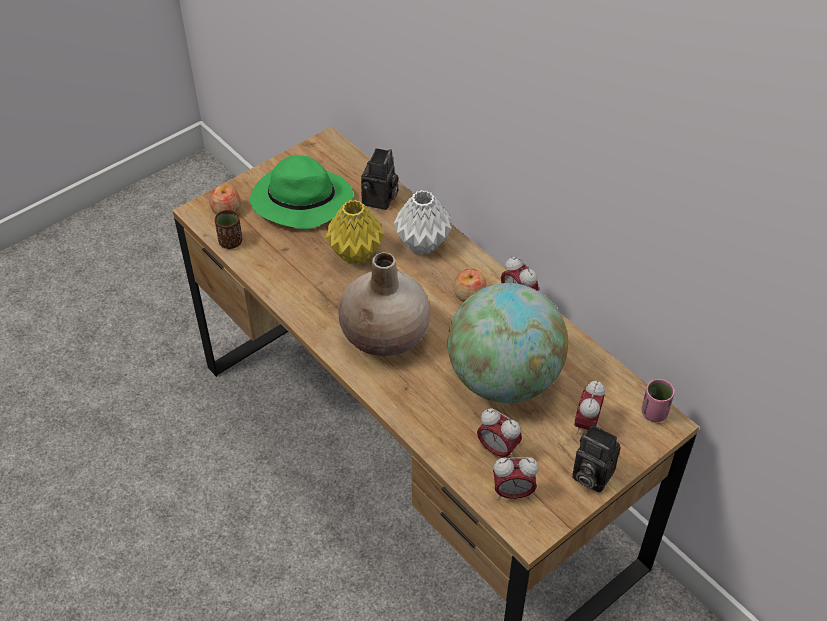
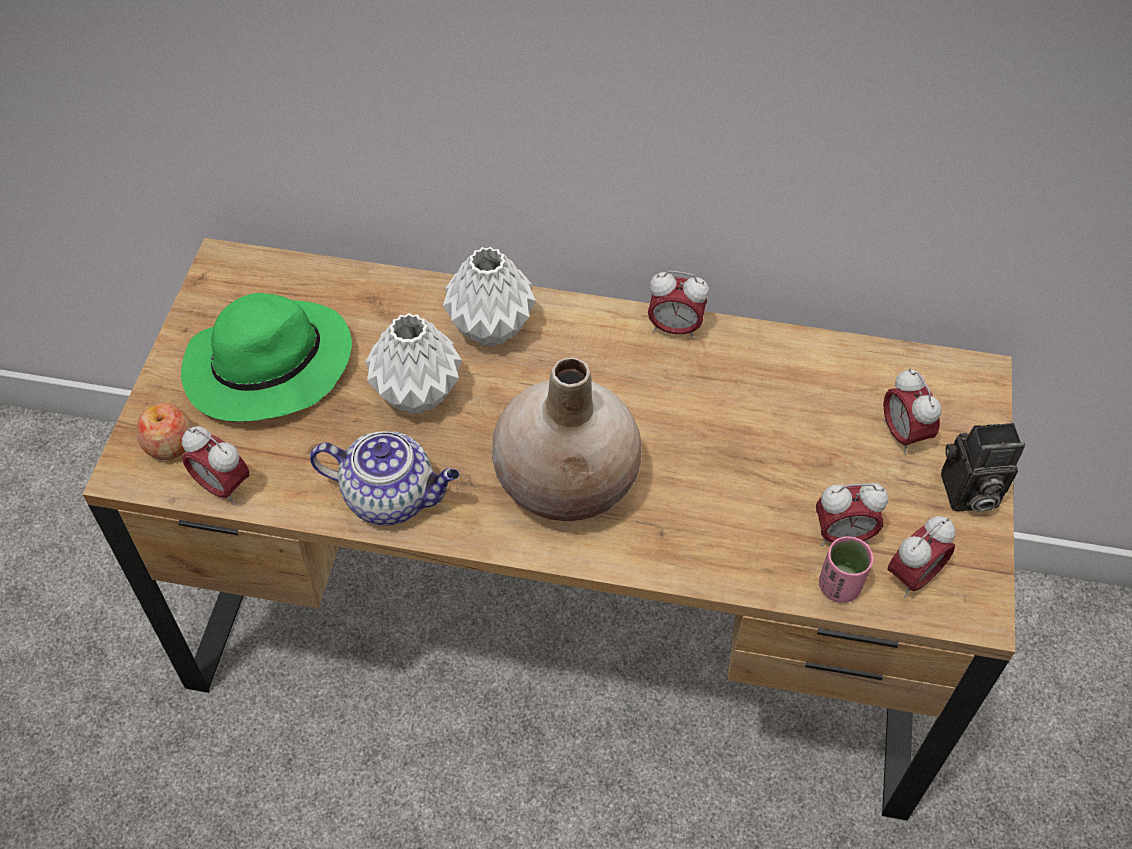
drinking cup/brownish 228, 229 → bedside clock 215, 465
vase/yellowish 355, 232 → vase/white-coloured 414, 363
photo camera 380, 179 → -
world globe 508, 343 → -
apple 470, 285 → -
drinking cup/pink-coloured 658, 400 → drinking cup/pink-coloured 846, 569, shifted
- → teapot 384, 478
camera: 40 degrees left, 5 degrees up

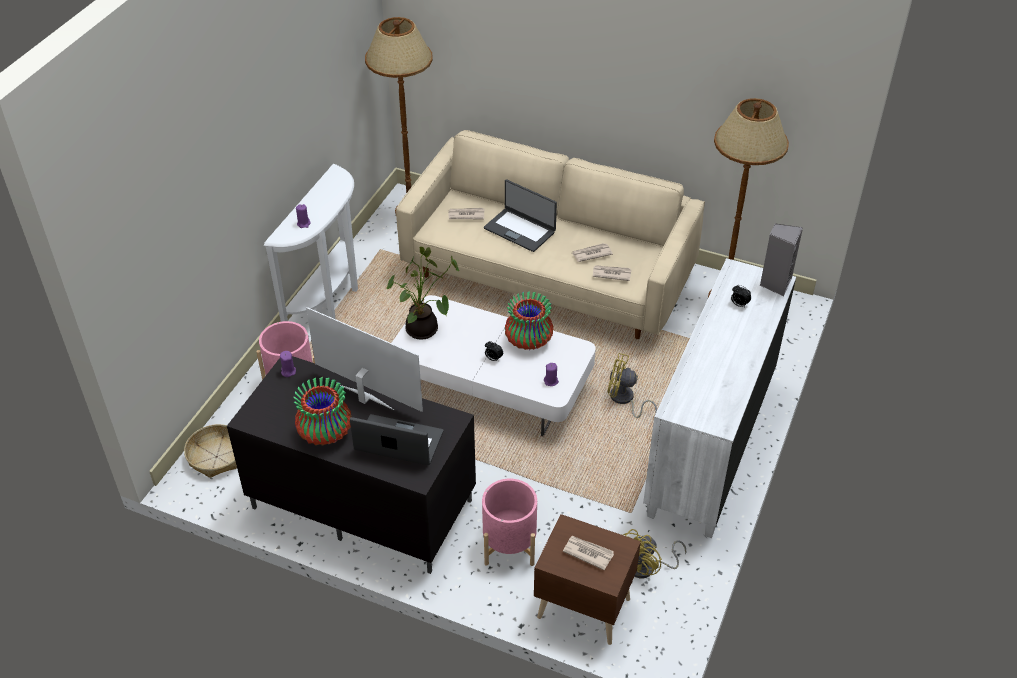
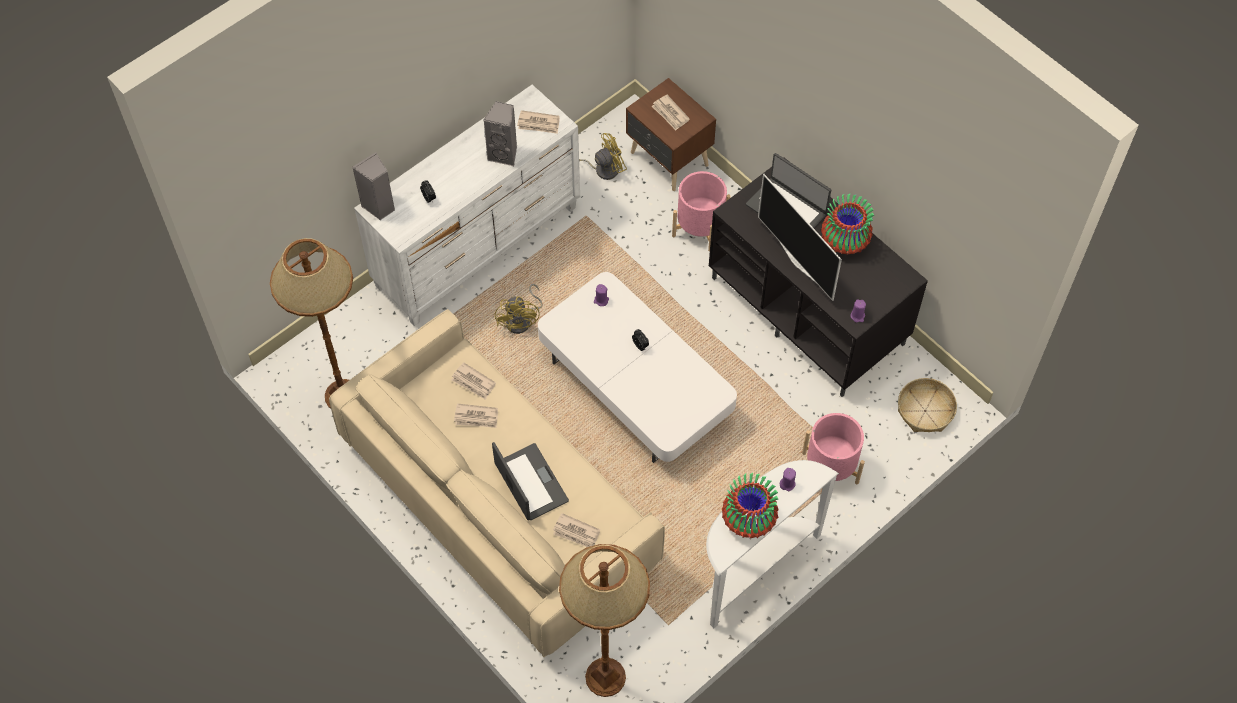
potted plant 423, 293 → -
vase 529, 320 → vase 750, 506, shifted
electric fan/yellowish 632, 385 → electric fan/yellowish 518, 309, 45 degrees clockwise
- → speaker/gray 500, 133
- → daily paper 538, 122
camera: 155 degrees left, 15 degrees up

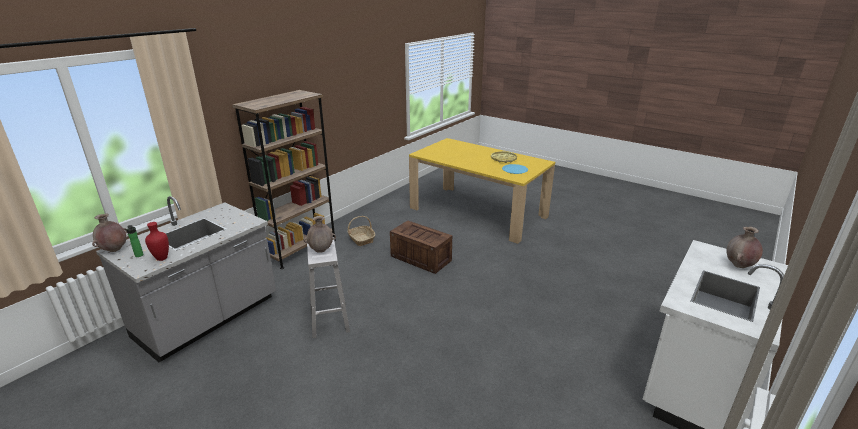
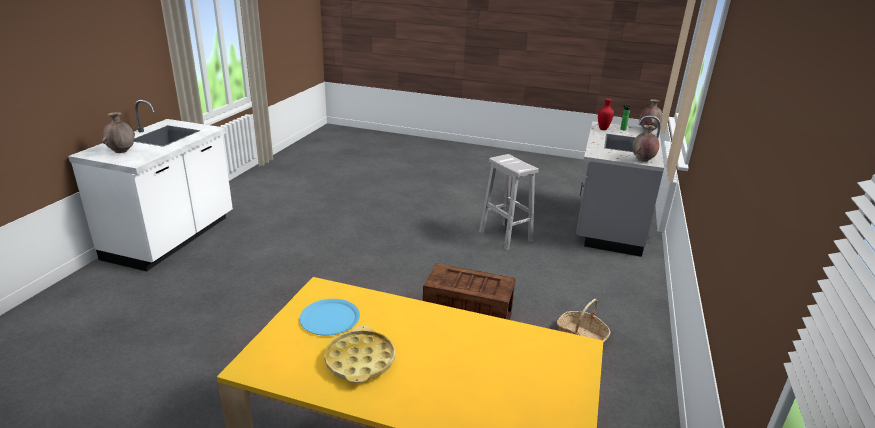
bookshelf/brownish 284, 179 → -
vase/brownish 320, 234 → vase/brownish 646, 143, shifted
camera: 160 degrees right, 0 degrees up

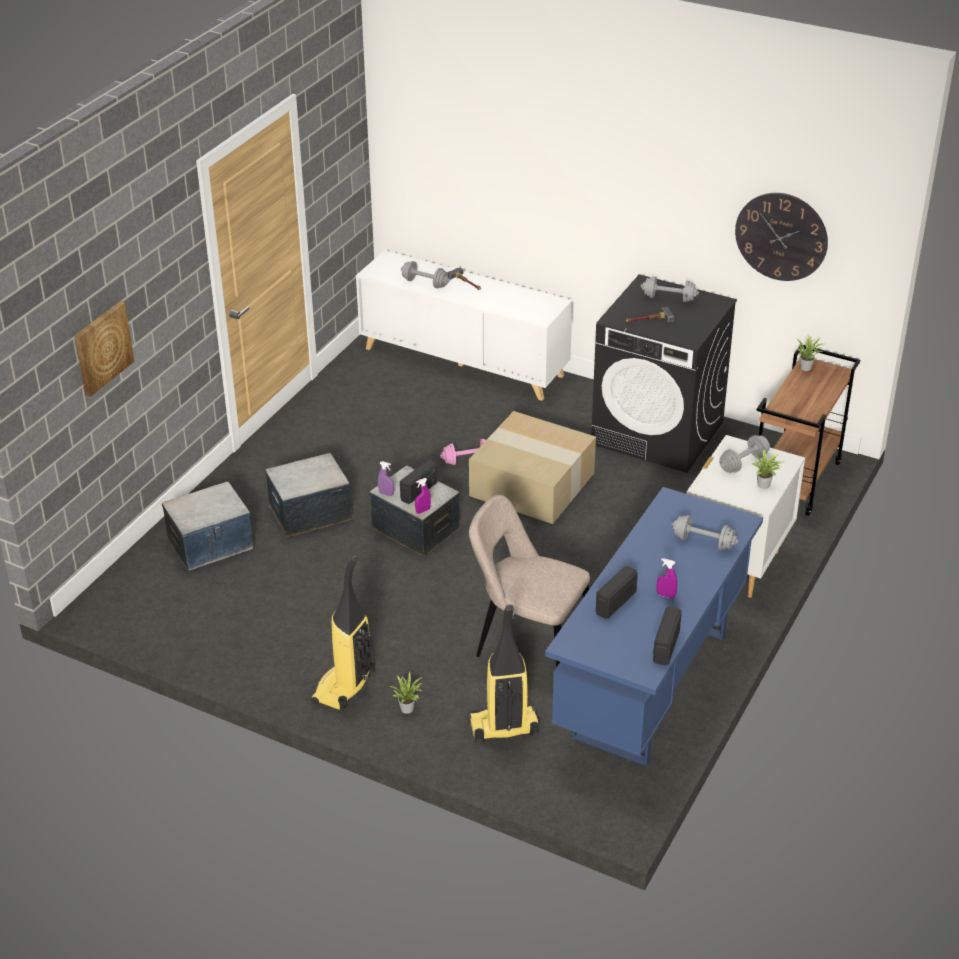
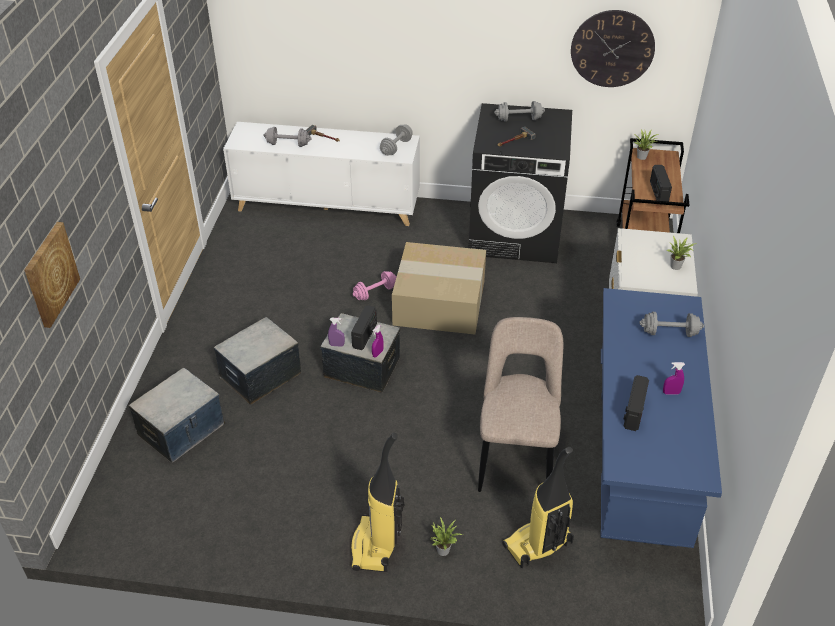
plain chair/beige-coloured 529, 581 → plain chair/beige-coloured 521, 404, 90 degrees clockwise
radio receiver 667, 636 → radio receiver 661, 183, shifted
free weight/gray 744, 454 → free weight/gray 396, 140, shifted
camera: 20 degrees left, 5 degrees up

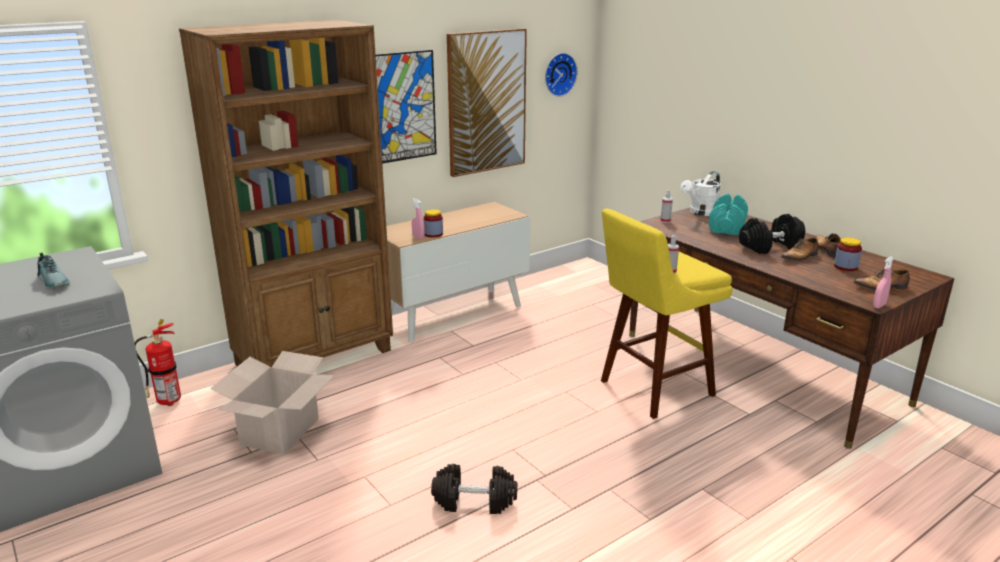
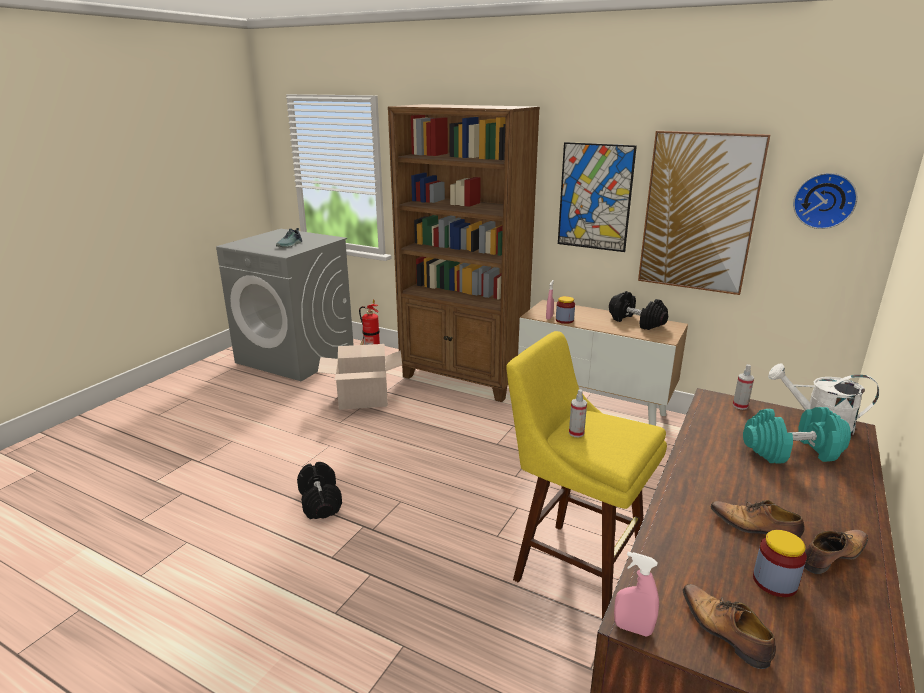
free weight/black-coloured 772, 234 → free weight/black-coloured 638, 310, shifted
camera: 65 degrees right, 0 degrees up

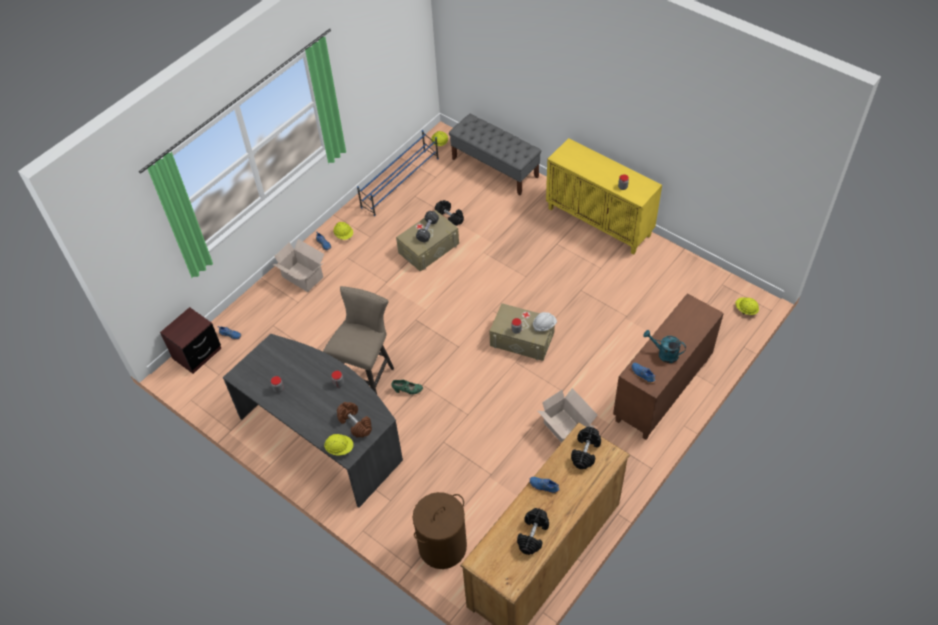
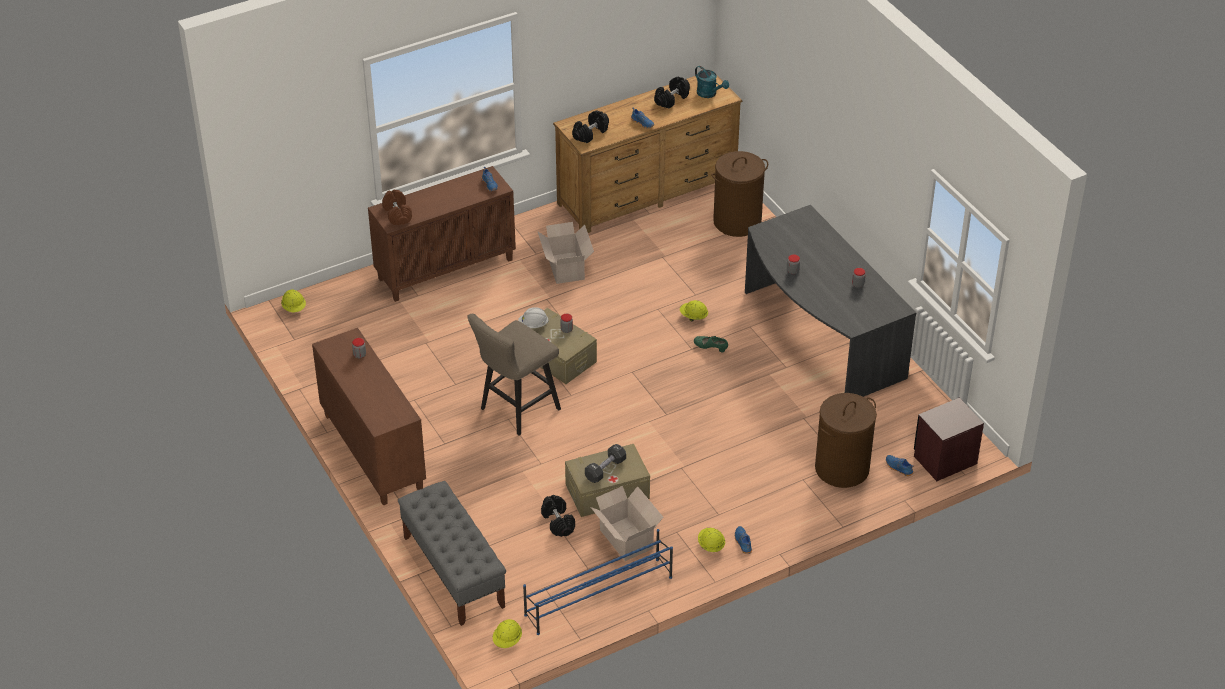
cardboard box 298, 265 → cardboard box 626, 523, shifted
stool seat/beige-coloured 358, 340 → stool seat/beige-coloured 514, 374, shifted
work helmet/yellowish 338, 444 → work helmet/yellowish 694, 310, shifted
free weight/brownish 354, 419 → free weight/brownish 397, 207, shifted
cabinet/yellowish 604, 196 → cabinet/brownish 369, 416
watering can/turquoise-coloured 664, 346 → watering can/turquoise-coloured 712, 82, shifted
- → hamper/brownish 846, 440
camera: 160 degrees left, 10 degrees down

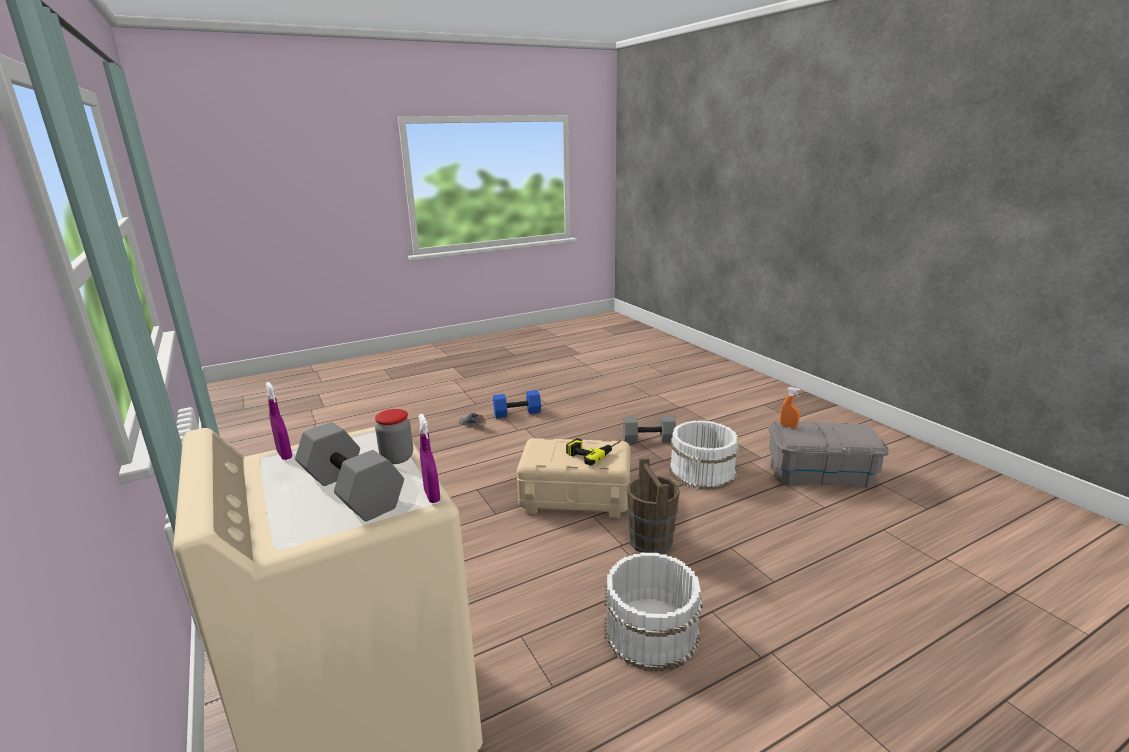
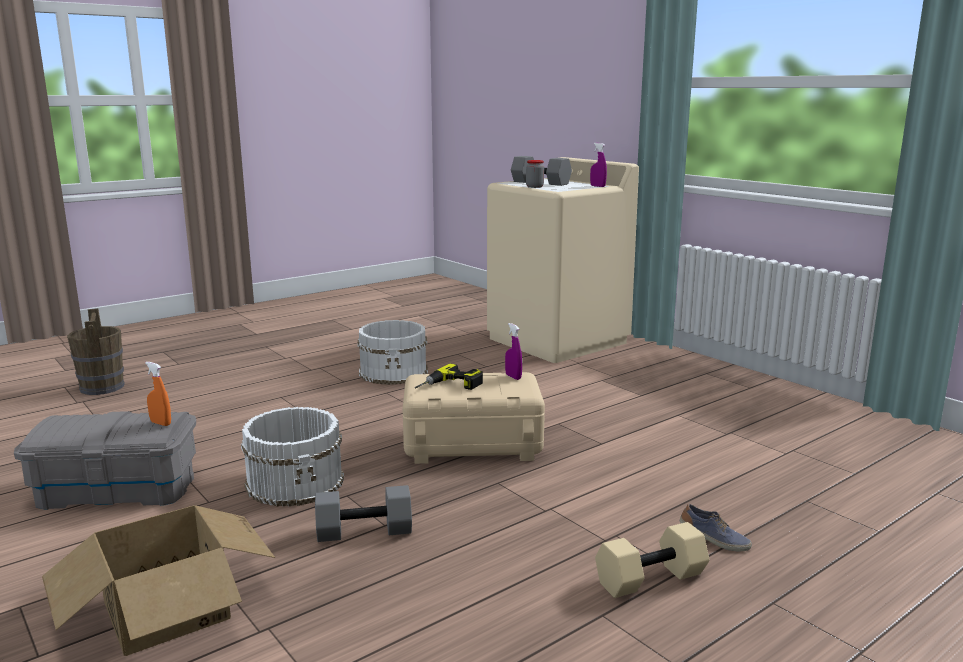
spray bottle/purple 429, 458 → spray bottle/purple 513, 351, shifted
free weight/blue-coloured 517, 404 → free weight/beige-coloured 652, 560
bucket/brownish 653, 506 → bucket/brownish 96, 351, shifted
- → cardboard box 158, 580
camera: 170 degrees right, 5 degrees down

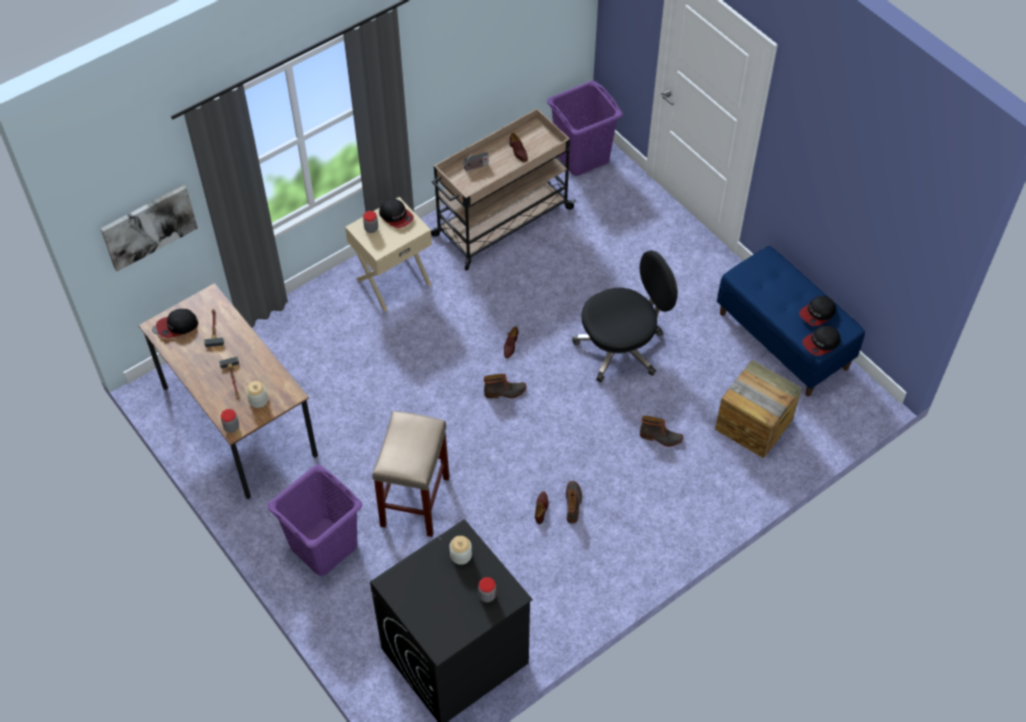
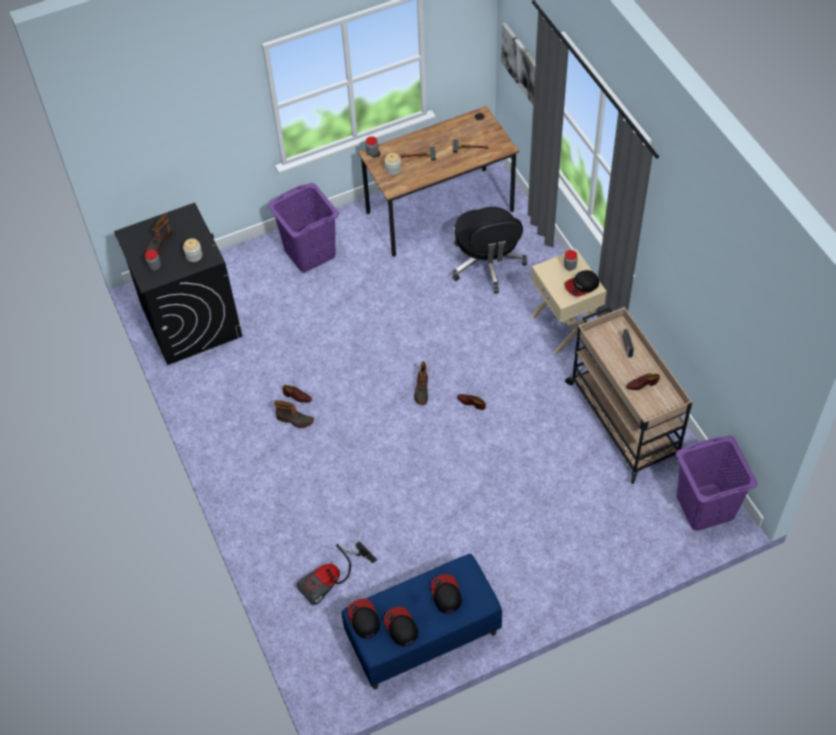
baseball cap 177, 323 → baseball cap 446, 594, shifted
stool seat/beige-coloured 410, 474 → -
desk chair/black-coloured 625, 316 → desk chair/black-coloured 489, 250, shifted
tall boot 662, 431 → tall boot 158, 234, shifted
shipping crate 758, 409 → hoover 337, 573
camera: 105 degrees right, 0 degrees up

